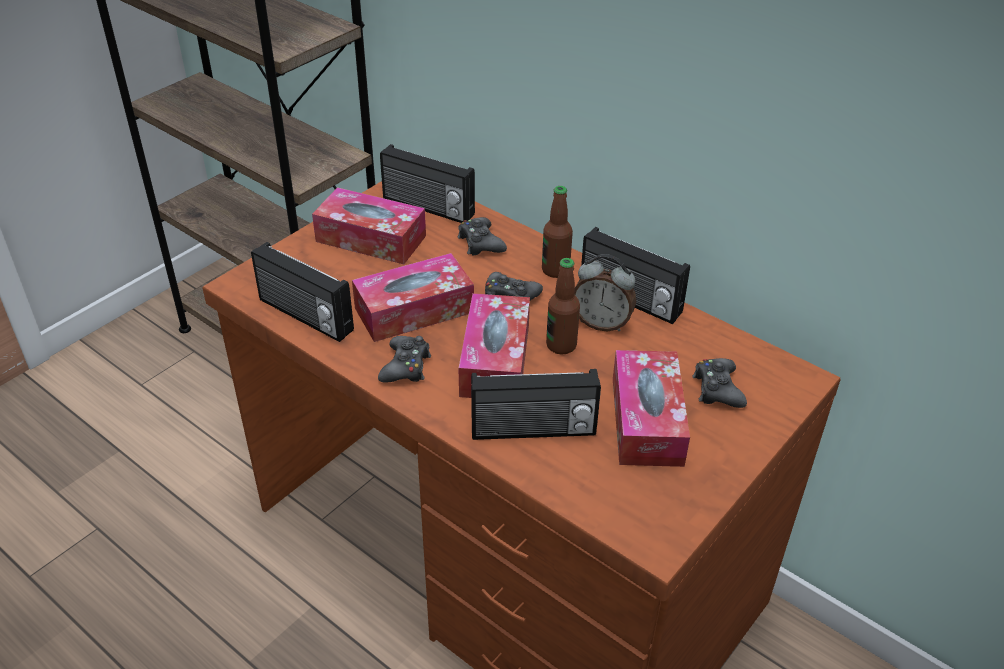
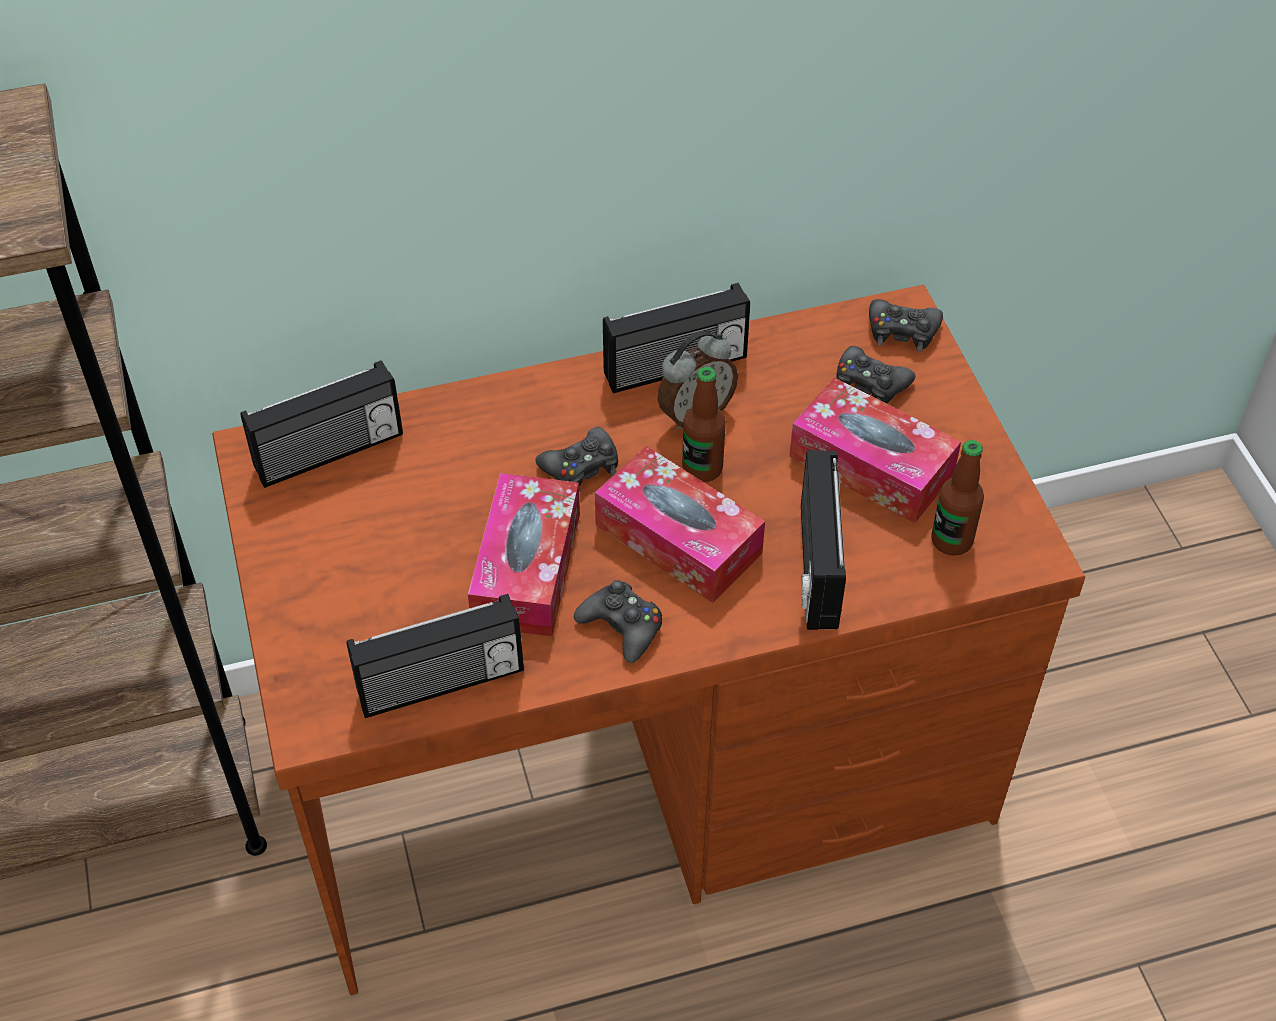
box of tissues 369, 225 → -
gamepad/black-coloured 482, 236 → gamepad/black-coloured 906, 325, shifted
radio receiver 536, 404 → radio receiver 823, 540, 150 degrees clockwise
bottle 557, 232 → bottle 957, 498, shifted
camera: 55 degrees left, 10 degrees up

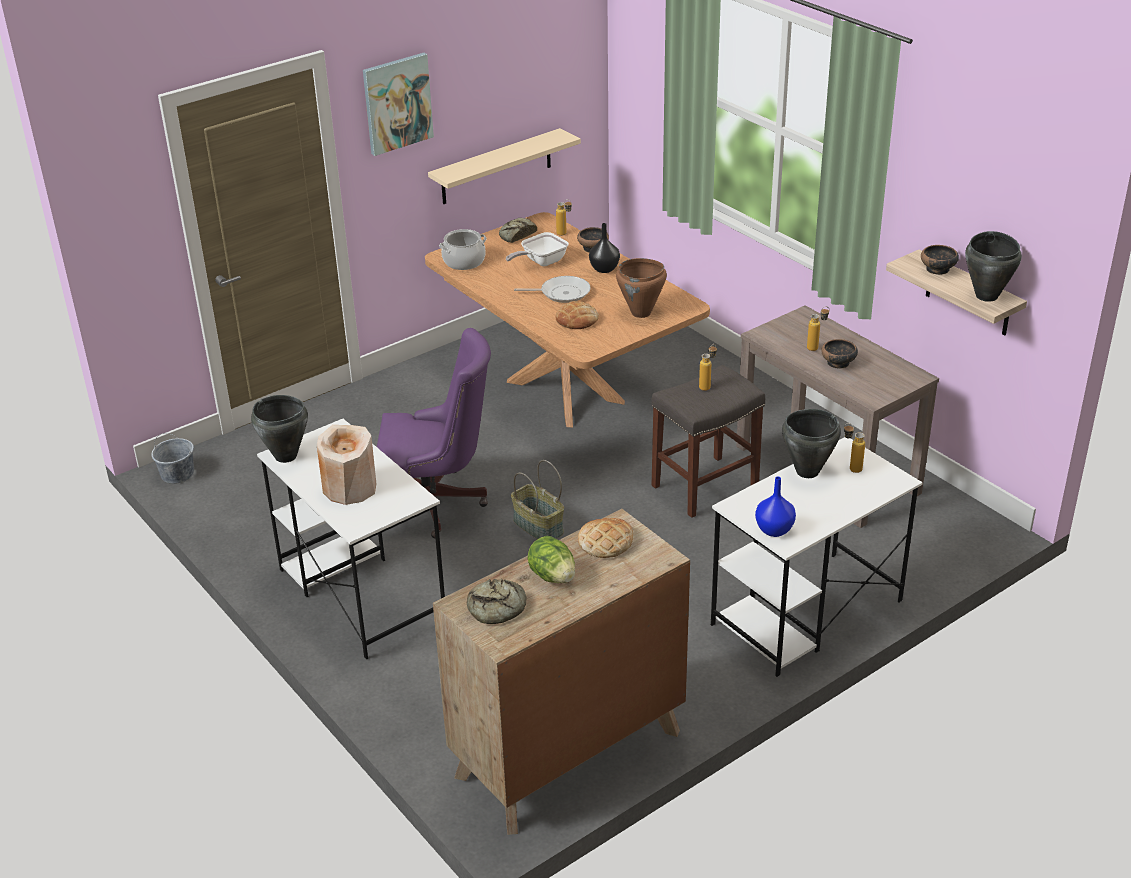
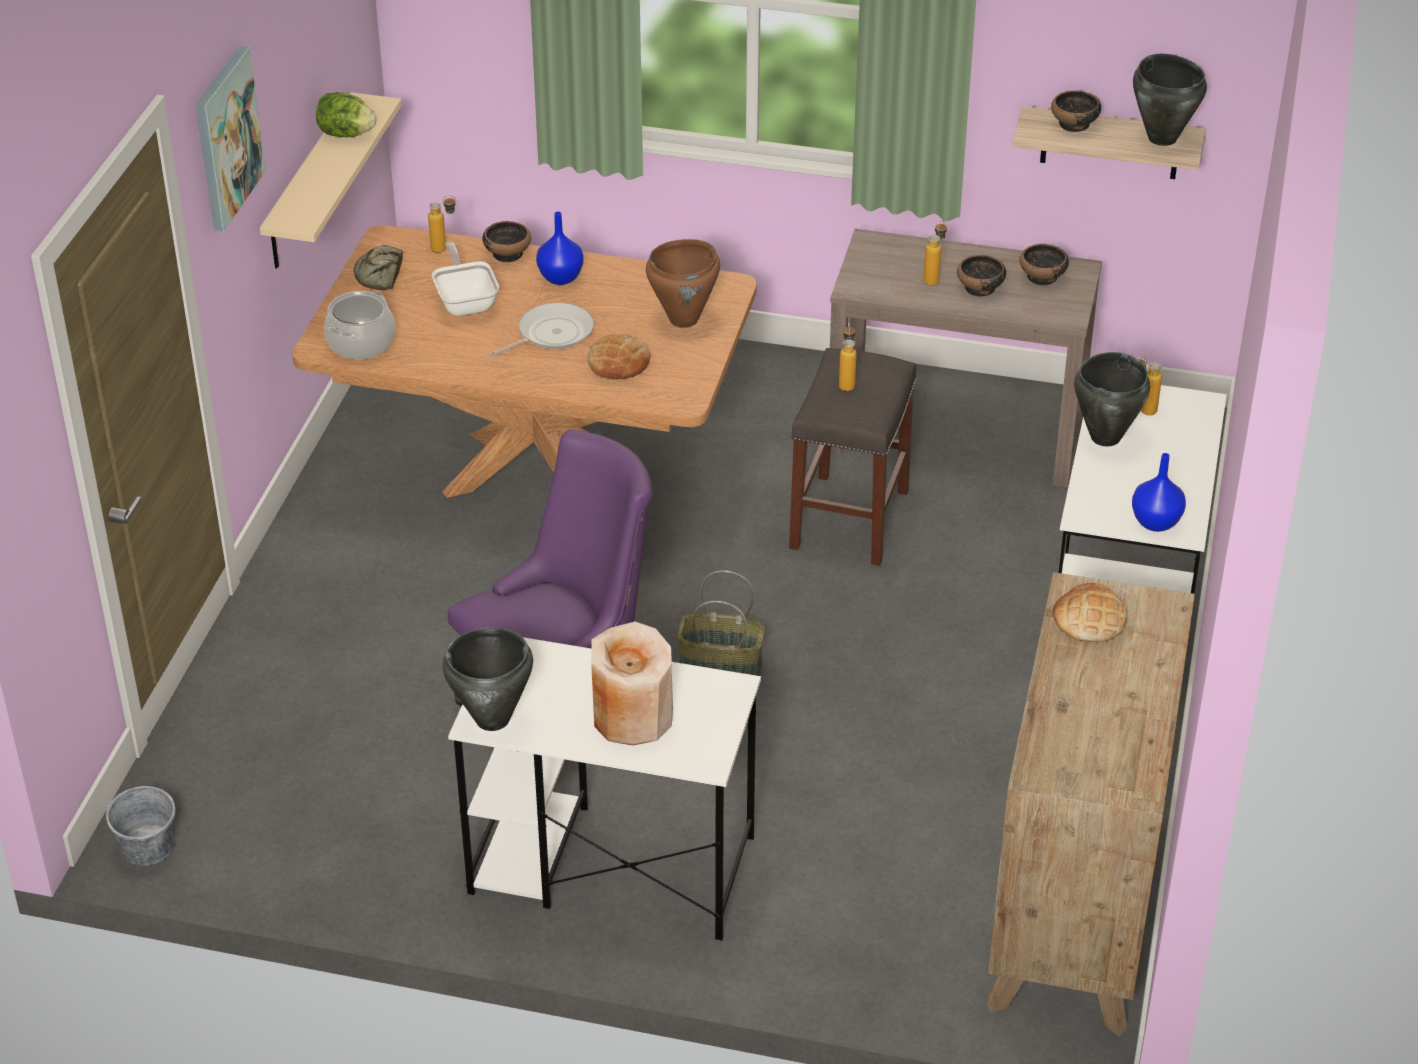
bread 496, 601 → -
skillet 537, 249 → skillet 465, 278, 150 degrees clockwise
lettuce head 551, 559 → lettuce head 346, 114, shifted
vase/black-coloured 604, 248 → vase/blue-coloured 559, 248
- → serving bowl 1044, 265
camera: 40 degrees left, 5 degrees up

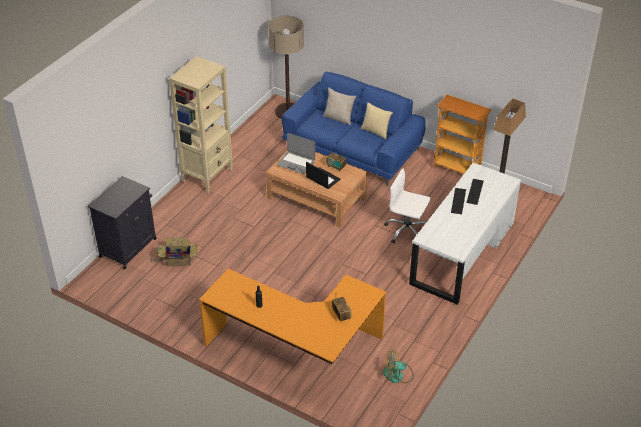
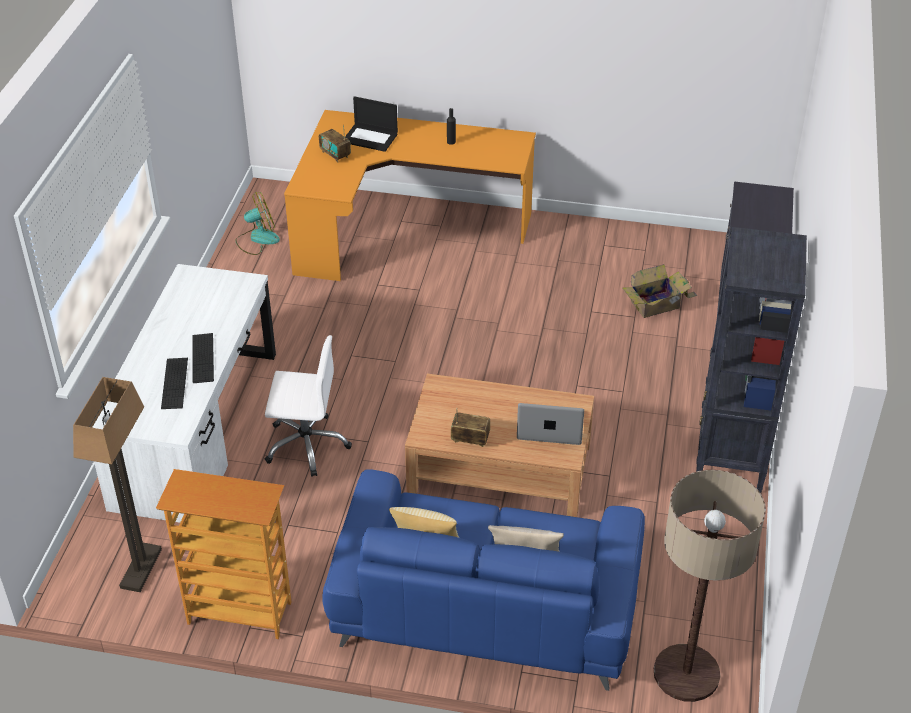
bookshelf/beige-coloured 201, 124 → bookshelf/black-coloured 751, 360
laptop 323, 175 → laptop 371, 124, shifted
camera: 160 degrees right, 0 degrees up

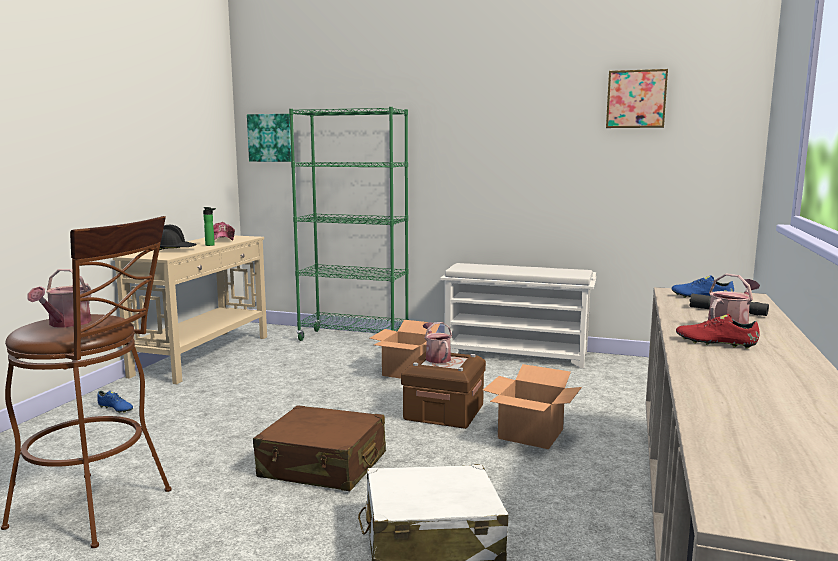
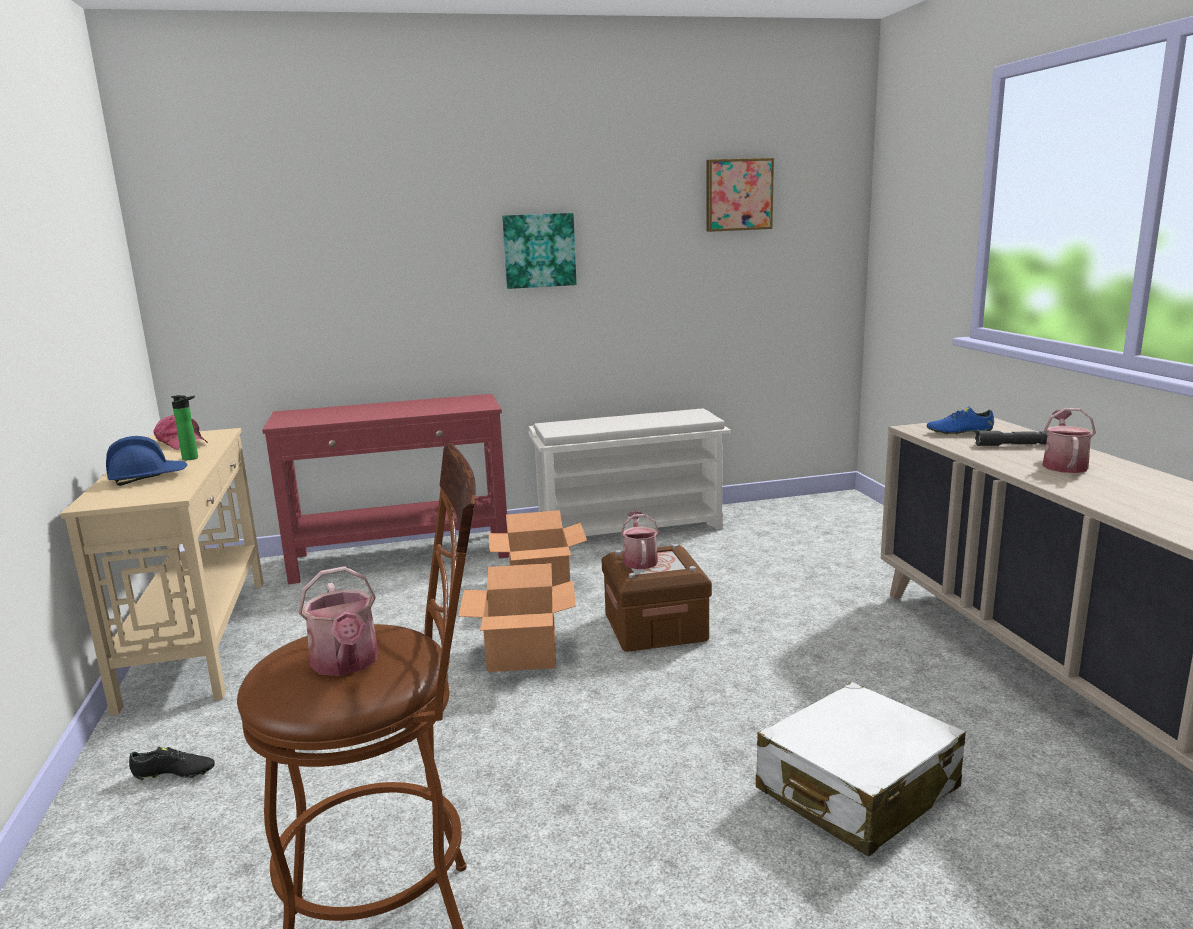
item of footwear/blue-coloured 115, 401 → item of footwear/black-coloured 172, 764
work helmet/black-coloured 178, 237 → work helmet/blue-coloured 146, 461
wall art 269, 138 → wall art 539, 251, shifted
suitcase/brownish 319, 448 → -
bookshelf/green 349, 224 → console table/reddish 385, 489
watering can 437, 342 → watering can 640, 540, 45 degrees clockwise
cardboard box 532, 406 → cardboard box 517, 617, shifted
item of footwear/reddish 718, 331 → -
camera: 30 degrees left, 5 degrees up

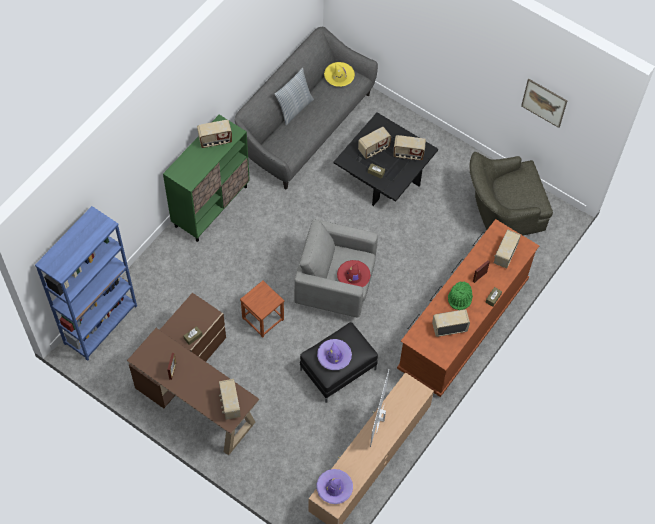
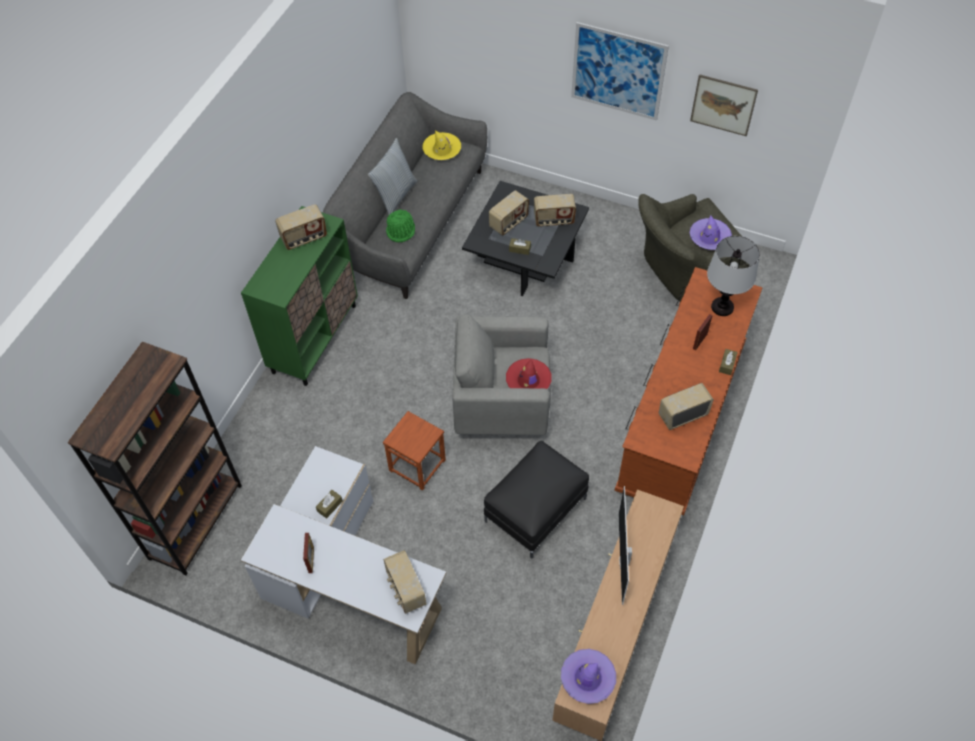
bookshelf/blue-coloured 86, 283 → bookshelf/brownish 155, 458
desk unit/brownish 193, 374 → desk unit/white-coloured 344, 555
wearable hat/purple 334, 354 → wearable hat/purple 711, 233, shifted
wearable hat/green 460, 296 → wearable hat/green 400, 226, shifted
radio receiver 507, 249 → tabletop lamp 733, 276
- → wall art 620, 71
camera: 10 degrees left, 5 degrees down

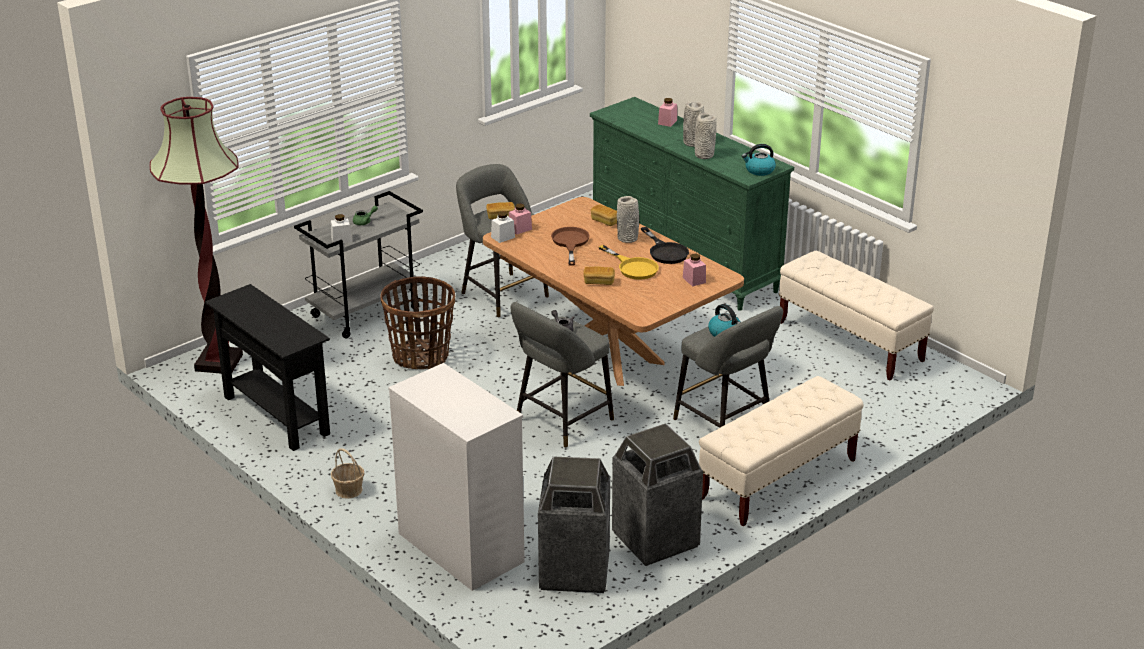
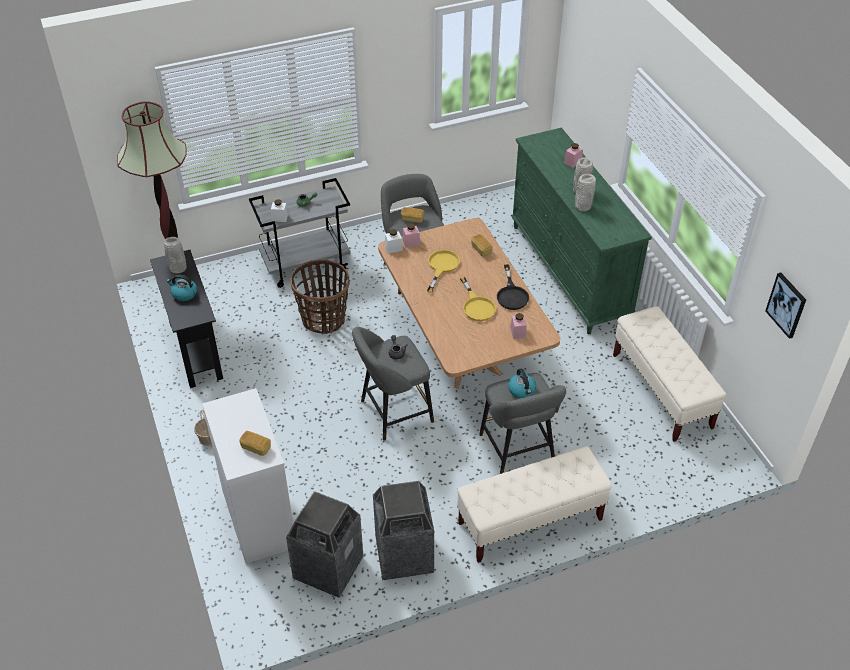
skillet/brownish 570, 246 → skillet/yellowish 443, 271
bread 599, 275 → bread 255, 443, shifted
vase/gray 628, 219 → vase/gray 175, 255, shifted
water kettle 759, 160 → water kettle 181, 288, shifted
- → wall art 785, 306
camera: 20 degrees right, 15 degrees up

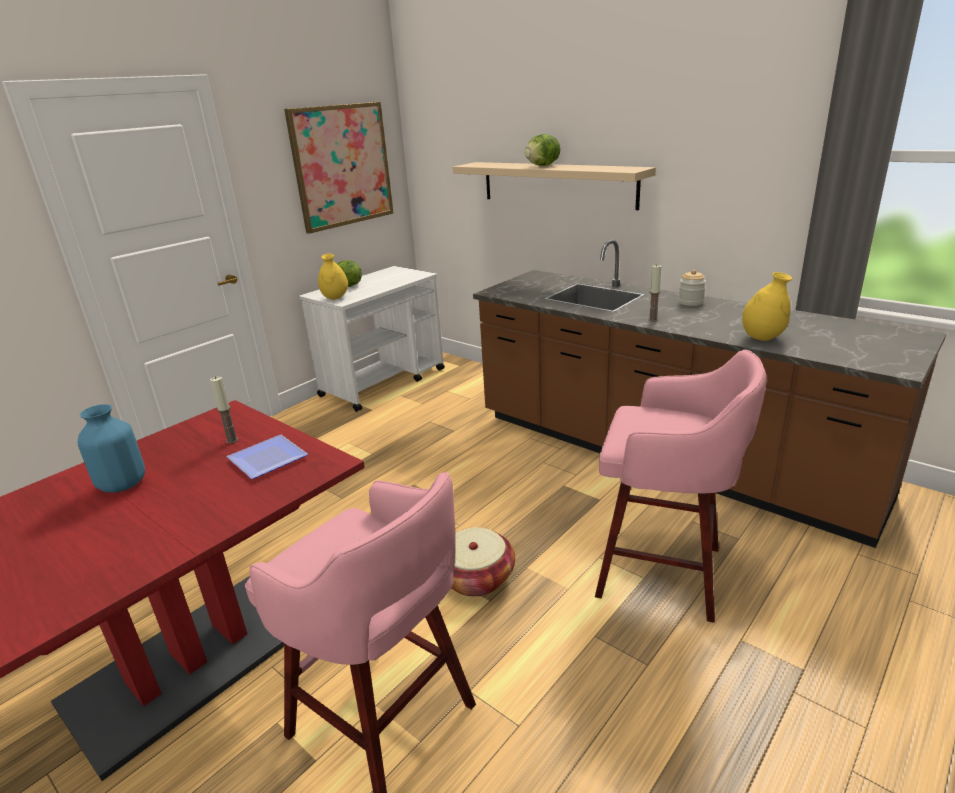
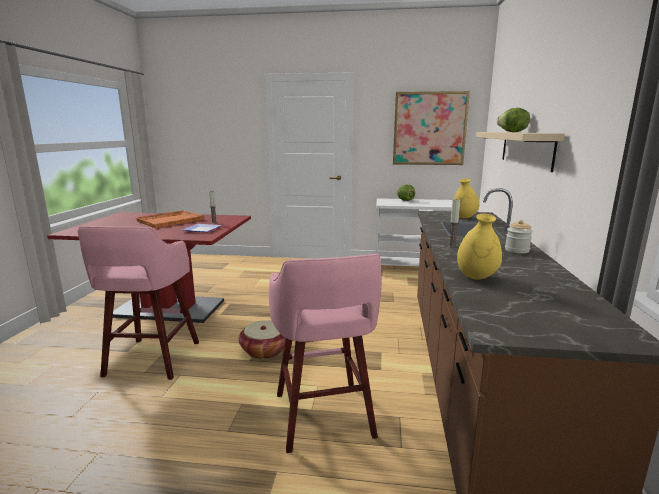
vase/blue-coloured 111, 448 → serving tray/orangey 170, 219
vase/yellowish 333, 276 → vase/yellowish 466, 199, shifted
camera: 55 degrees right, 10 degrees down

